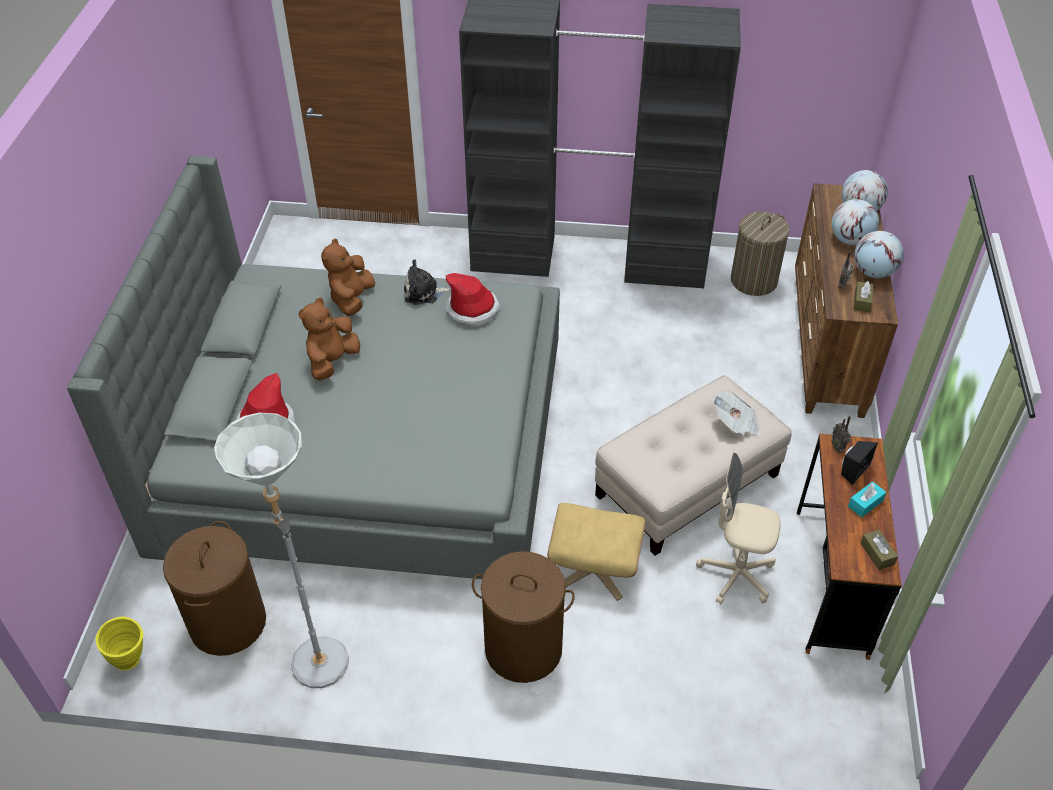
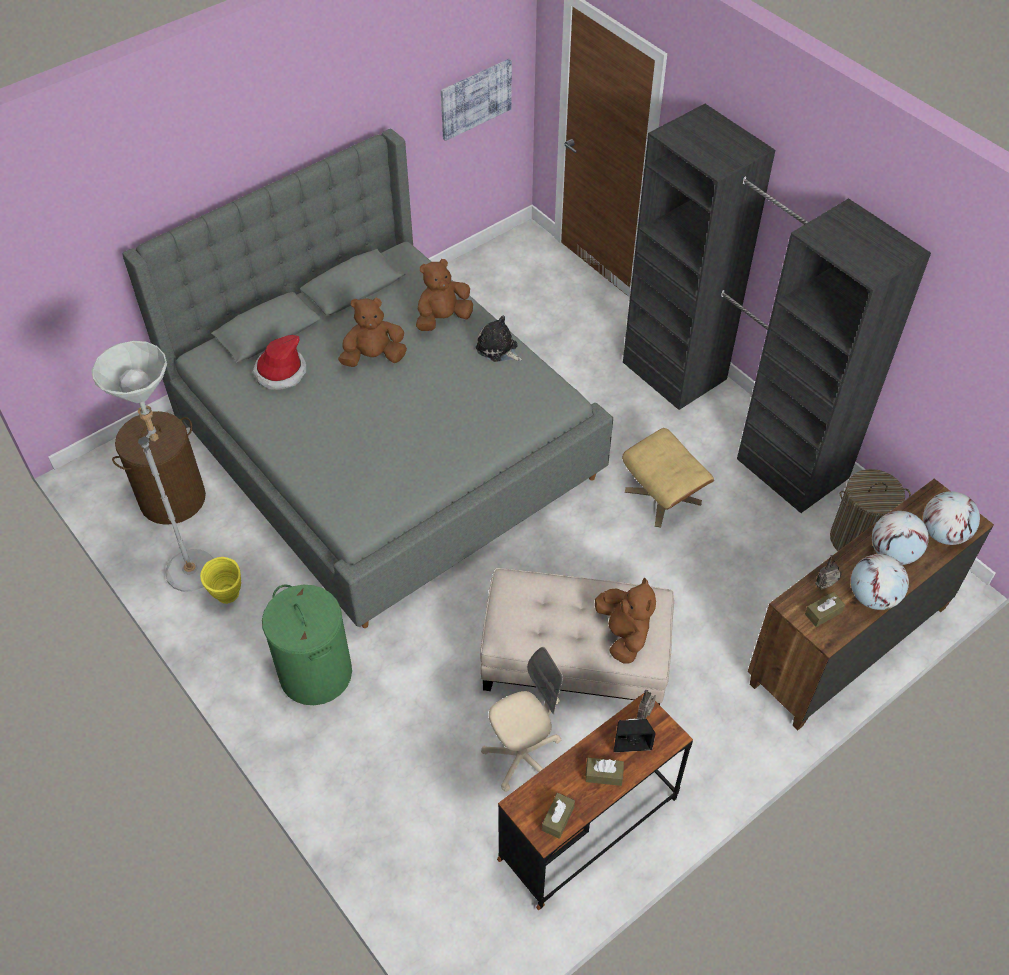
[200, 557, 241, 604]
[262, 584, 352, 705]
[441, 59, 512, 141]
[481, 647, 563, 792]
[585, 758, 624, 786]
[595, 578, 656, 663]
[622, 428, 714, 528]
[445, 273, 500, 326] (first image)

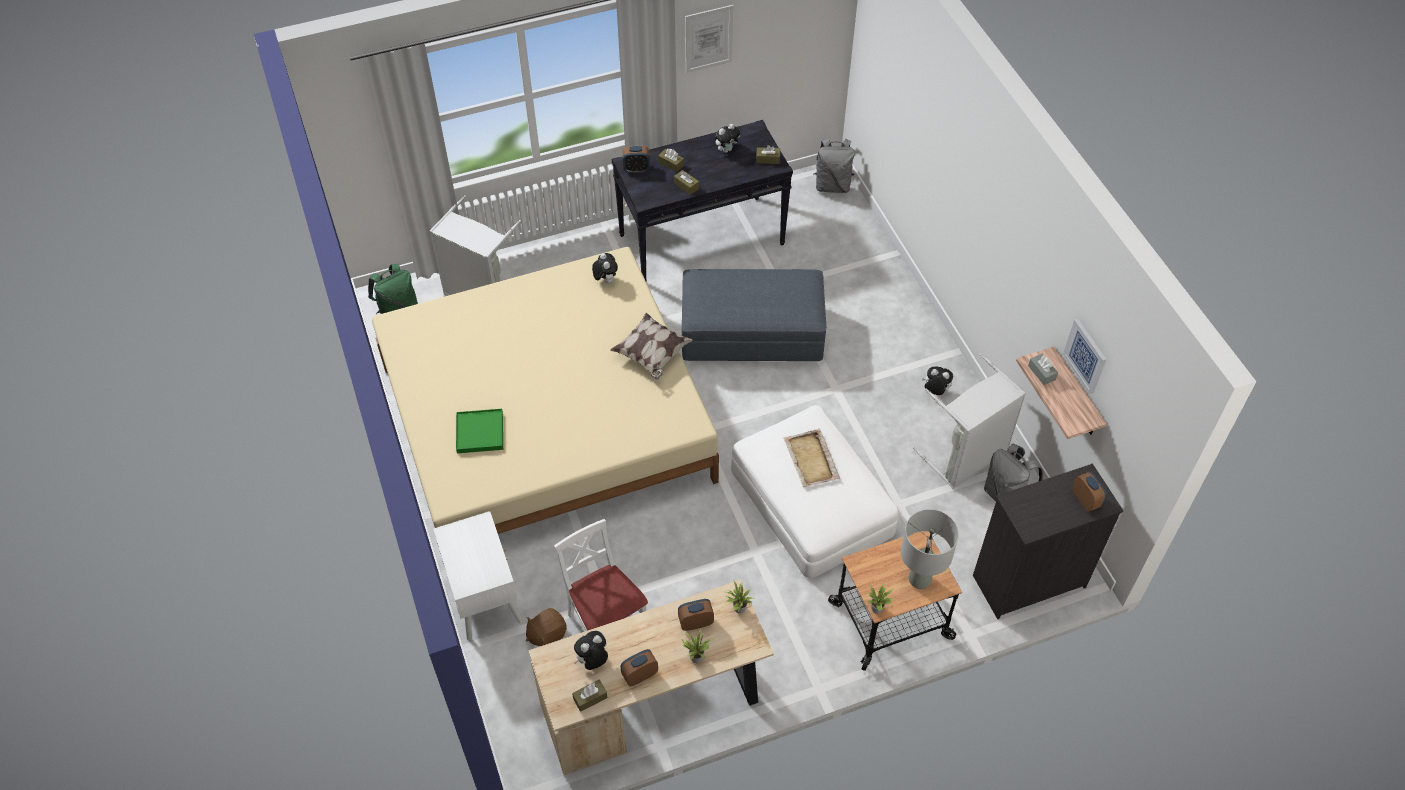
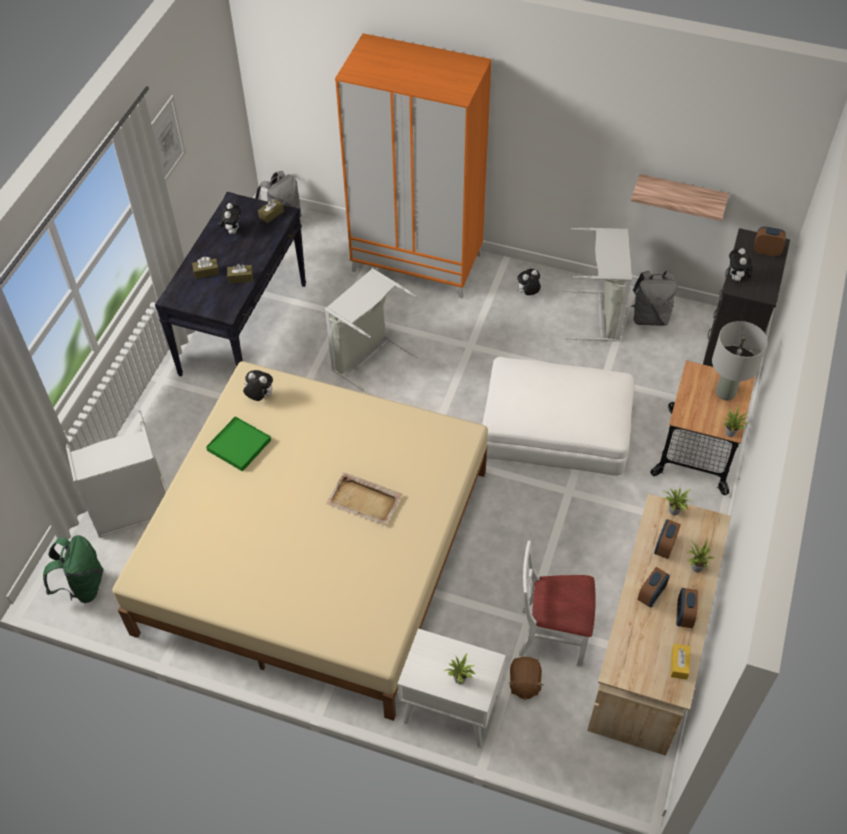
[206, 416, 271, 472]
[325, 268, 418, 396]
[326, 472, 402, 525]
[335, 33, 492, 298]
[444, 653, 477, 684]
[638, 567, 670, 608]
[671, 644, 690, 680]
[729, 248, 753, 282]
[610, 313, 693, 380] (first image)
[1028, 354, 1058, 385] (first image)
[1063, 319, 1106, 394] (first image)

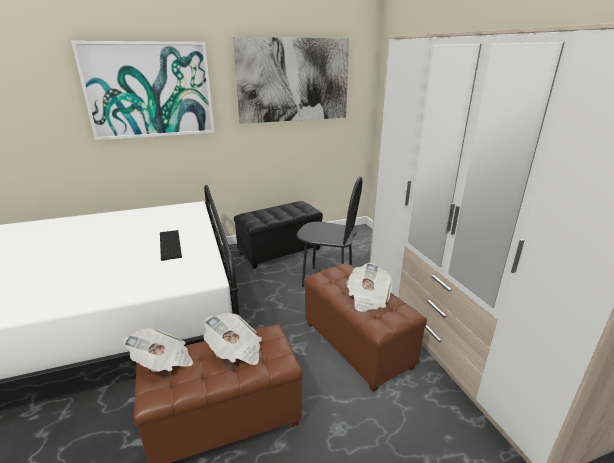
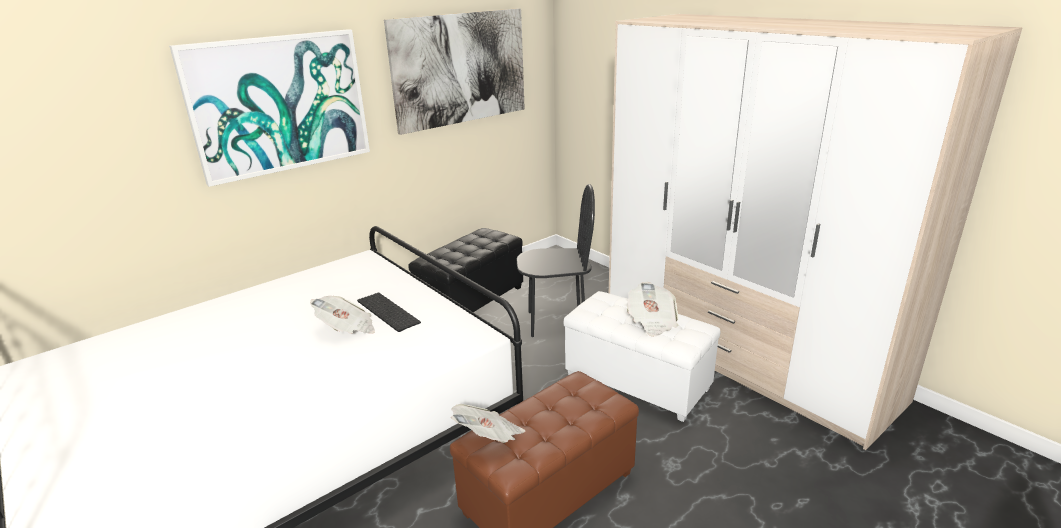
[310, 296, 375, 334]
[564, 291, 720, 422]

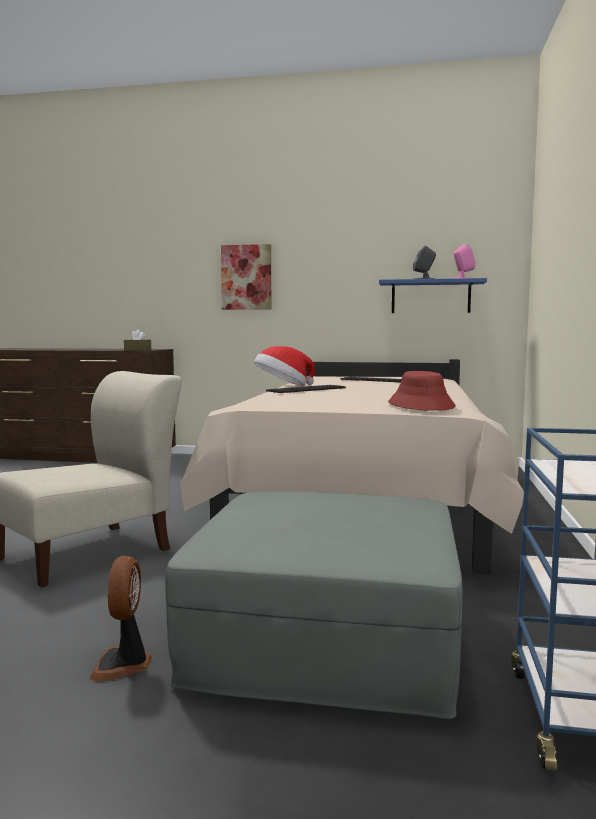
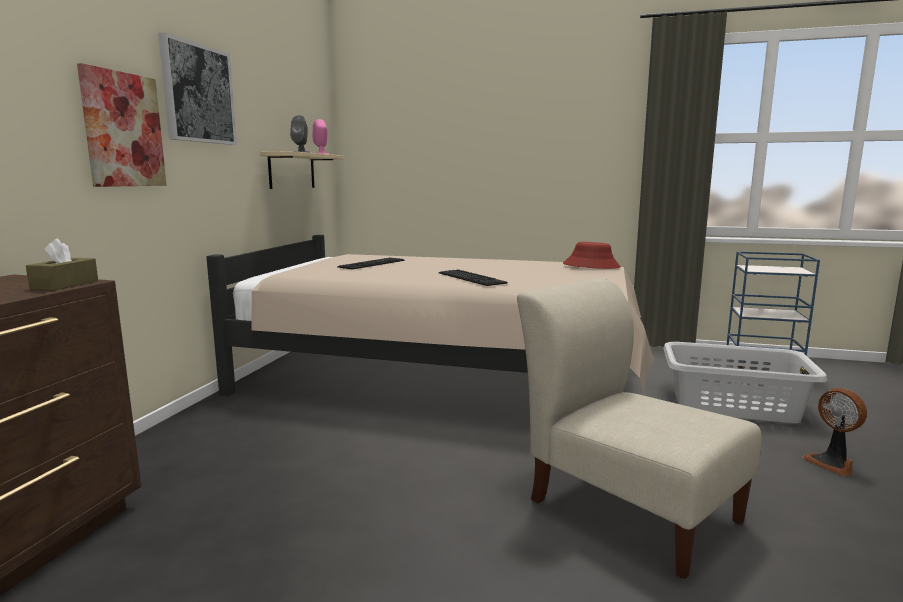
[158, 32, 237, 145]
[260, 151, 344, 189]
[663, 342, 827, 423]
[803, 388, 867, 476]
[254, 346, 315, 386] (first image)

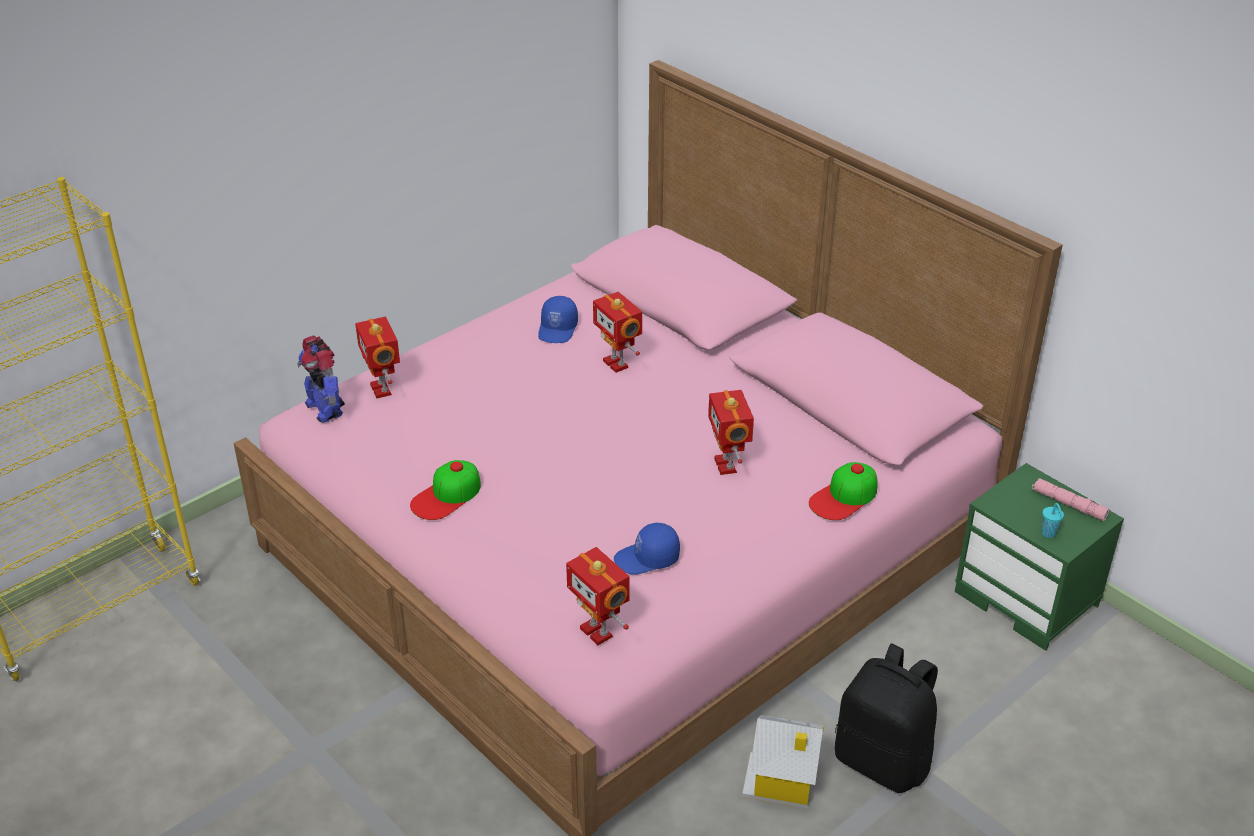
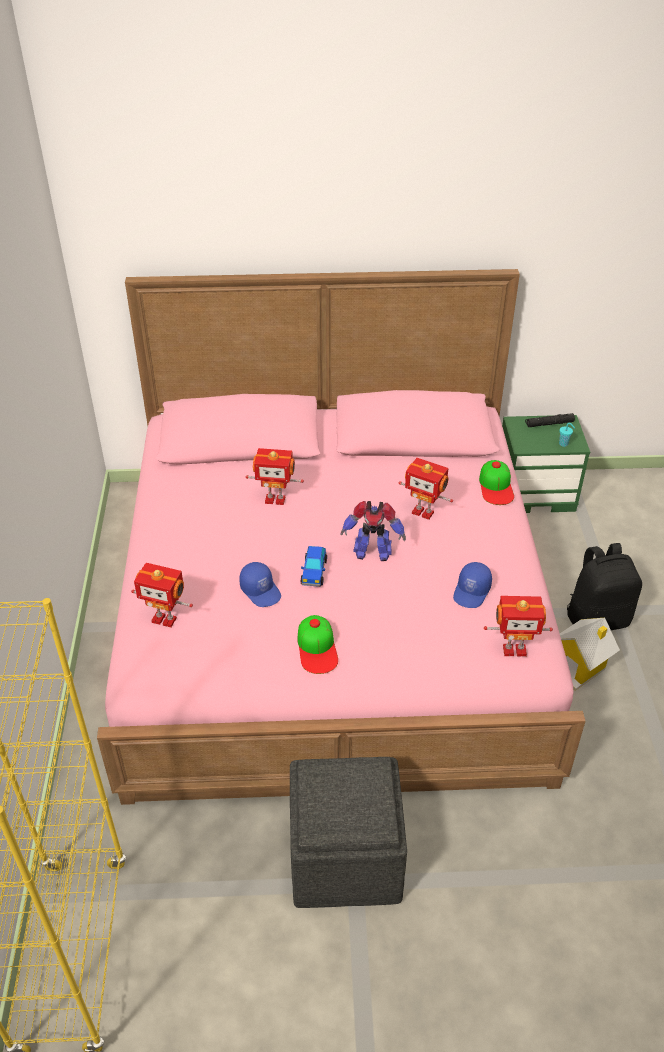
[239, 562, 281, 607]
[290, 757, 407, 908]
[301, 546, 327, 587]
[341, 501, 406, 561]
[525, 413, 575, 427]

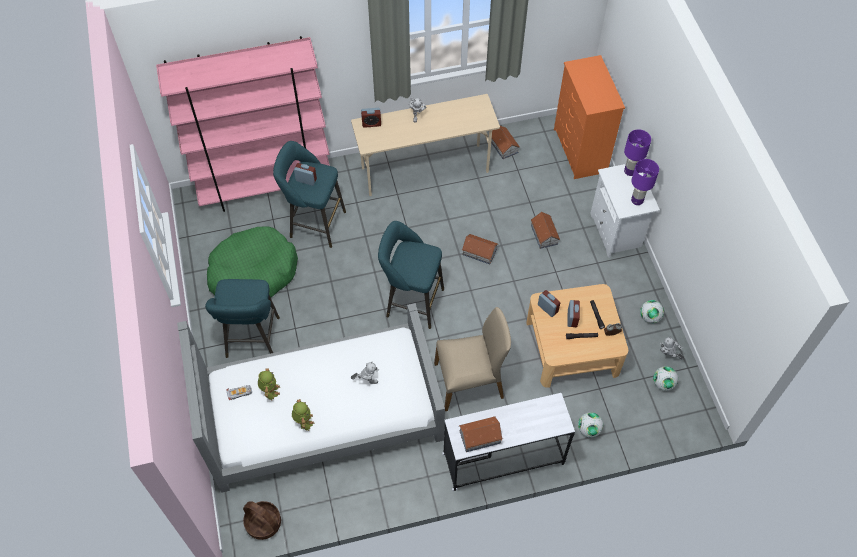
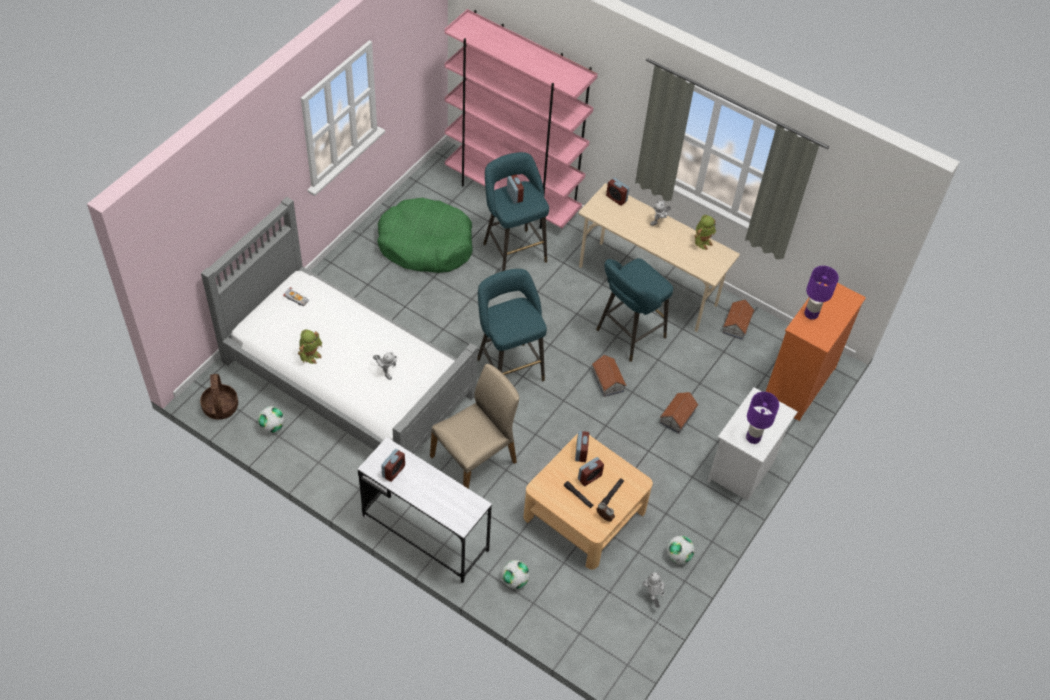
[258, 406, 285, 433]
[381, 449, 405, 482]
[430, 364, 519, 489]
[596, 258, 673, 362]
[695, 215, 716, 250]
[804, 266, 839, 320]

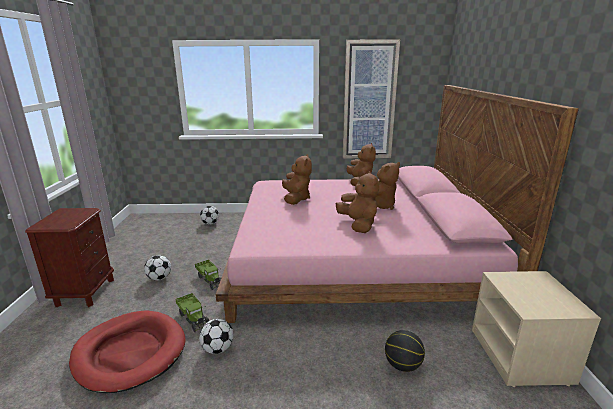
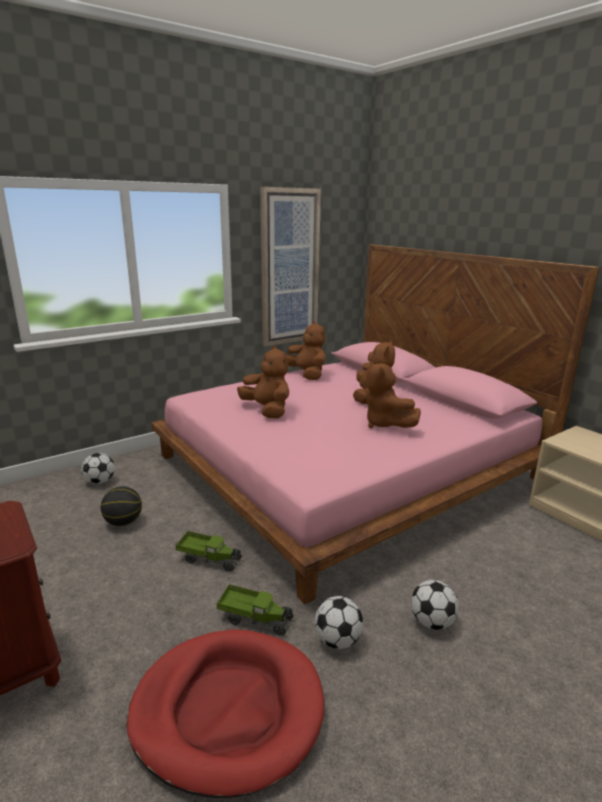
[101, 486, 142, 526]
[366, 361, 421, 428]
[411, 580, 459, 630]

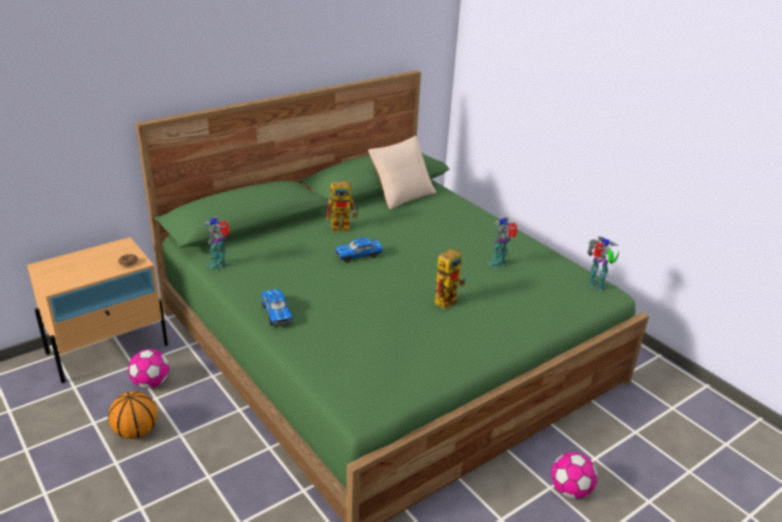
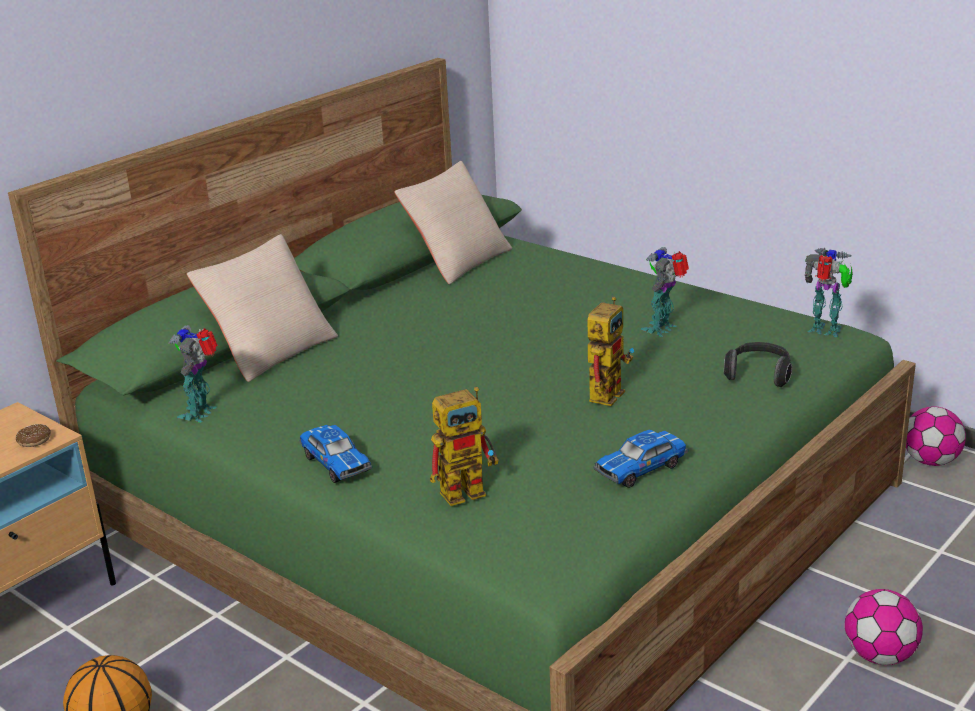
[187, 234, 338, 382]
[430, 387, 499, 506]
[593, 430, 688, 488]
[724, 342, 792, 387]
[906, 406, 966, 466]

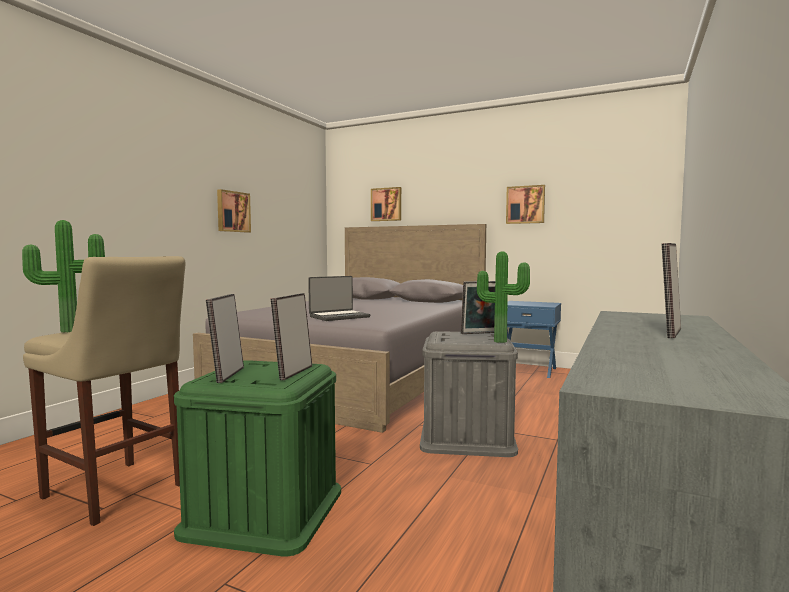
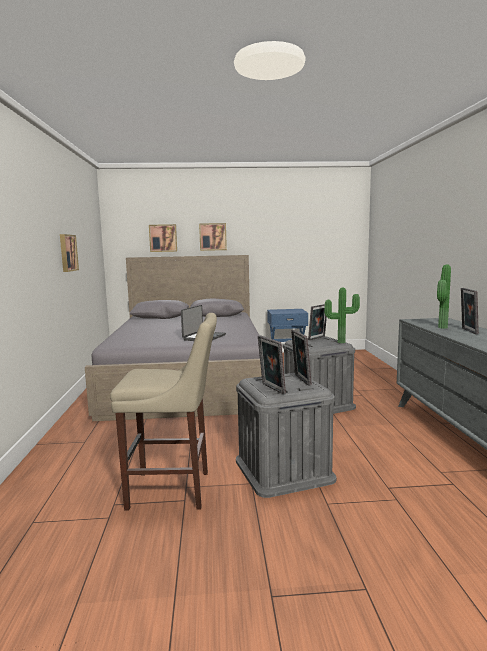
[199, 223, 227, 251]
[236, 373, 336, 498]
[437, 264, 451, 329]

